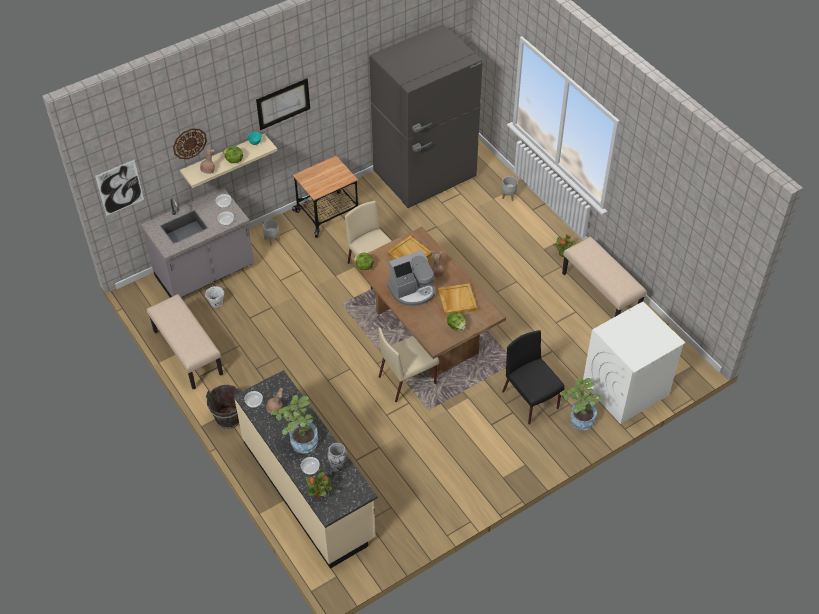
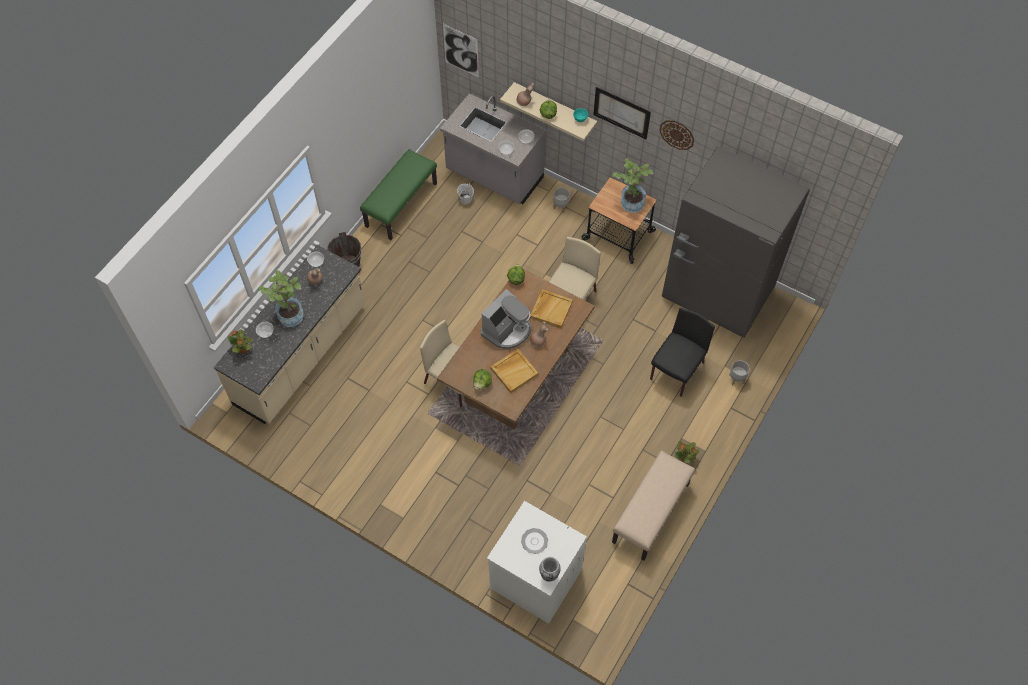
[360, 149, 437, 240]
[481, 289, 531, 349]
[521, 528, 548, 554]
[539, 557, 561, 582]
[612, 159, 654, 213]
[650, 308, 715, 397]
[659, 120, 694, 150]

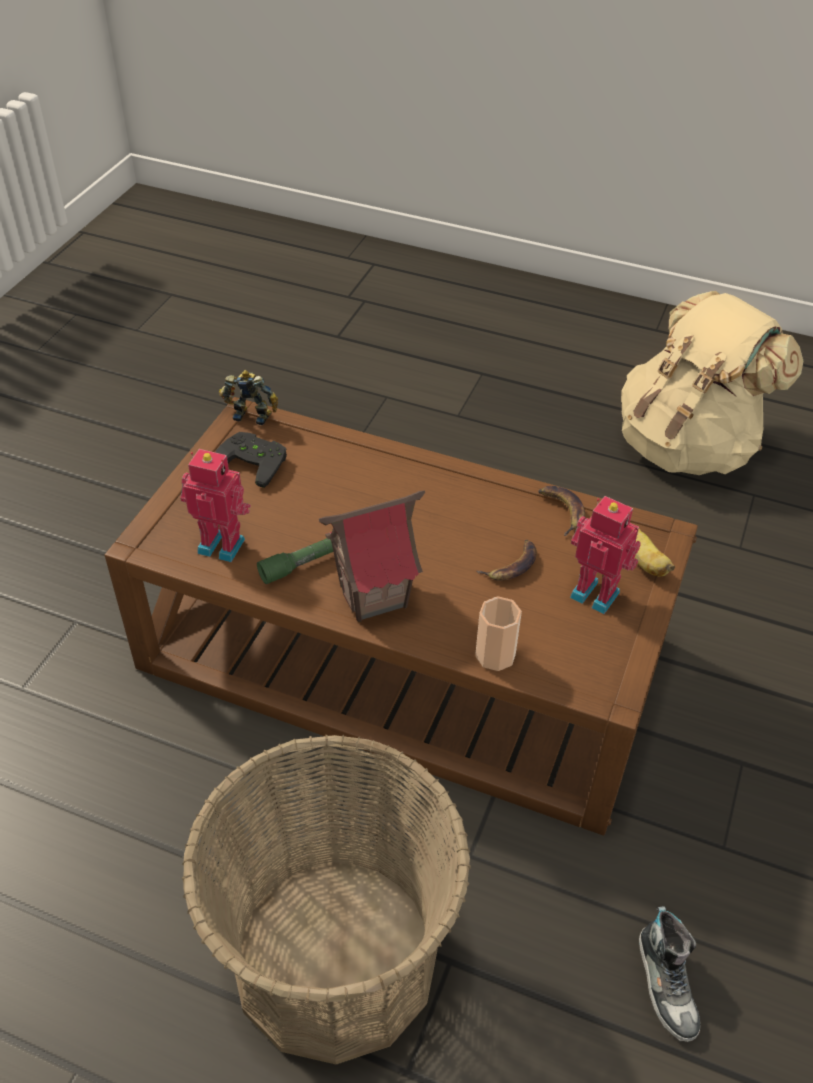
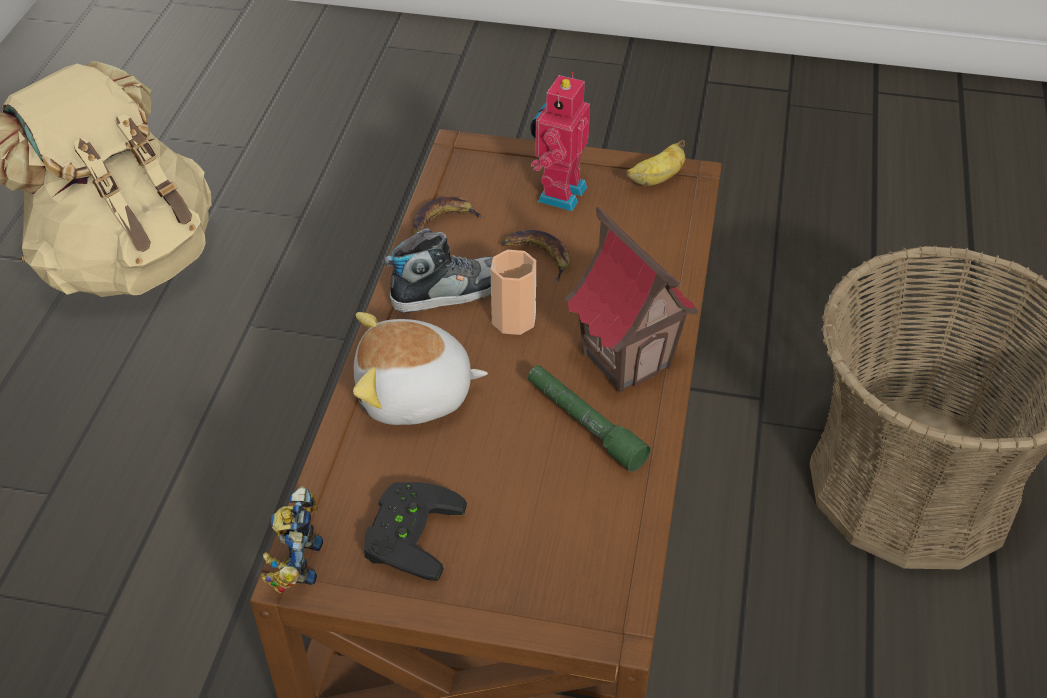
[353, 312, 488, 425]
[384, 228, 493, 313]
[490, 250, 536, 335]
[626, 140, 686, 186]
[180, 449, 251, 562] (first image)

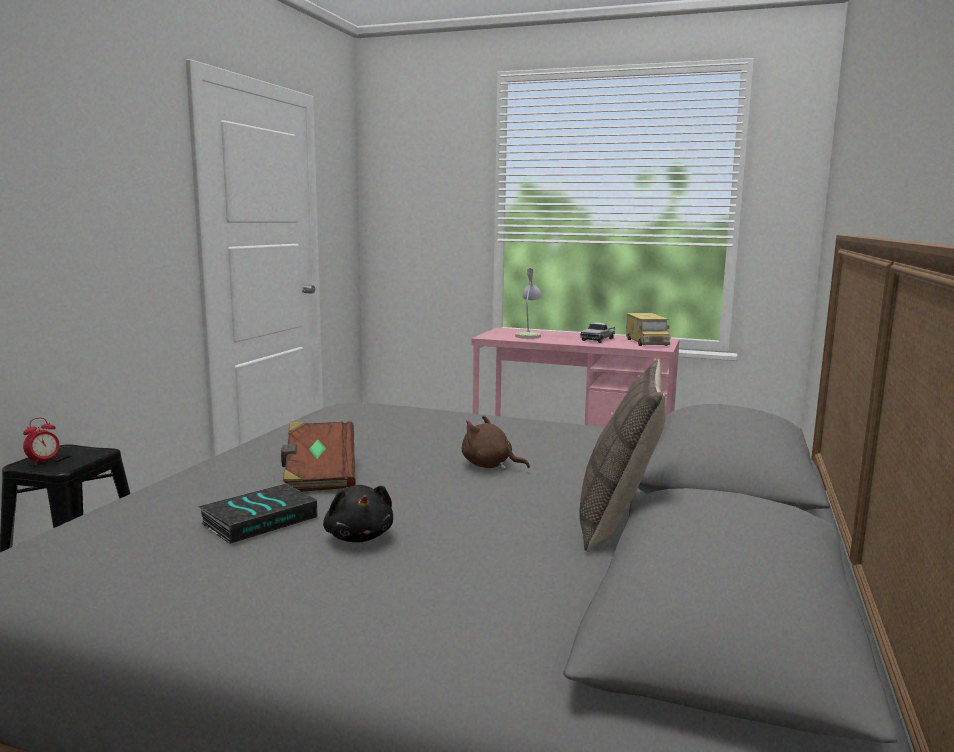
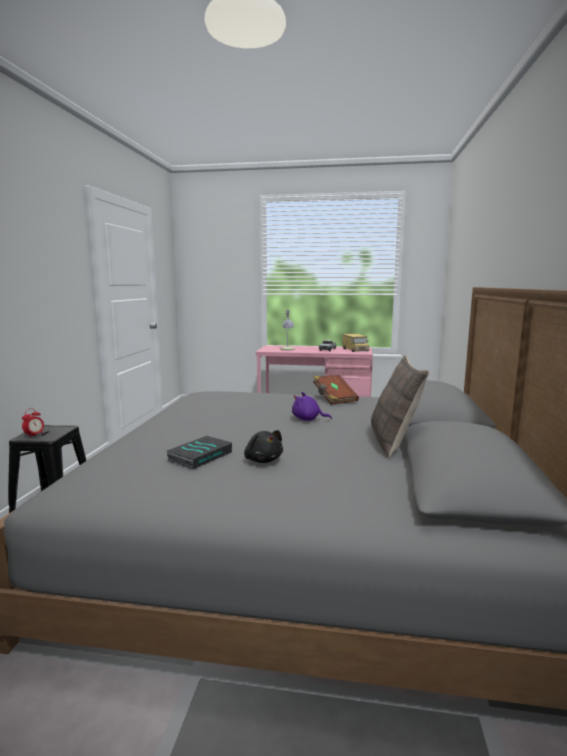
[292, 392, 332, 421]
[313, 375, 359, 405]

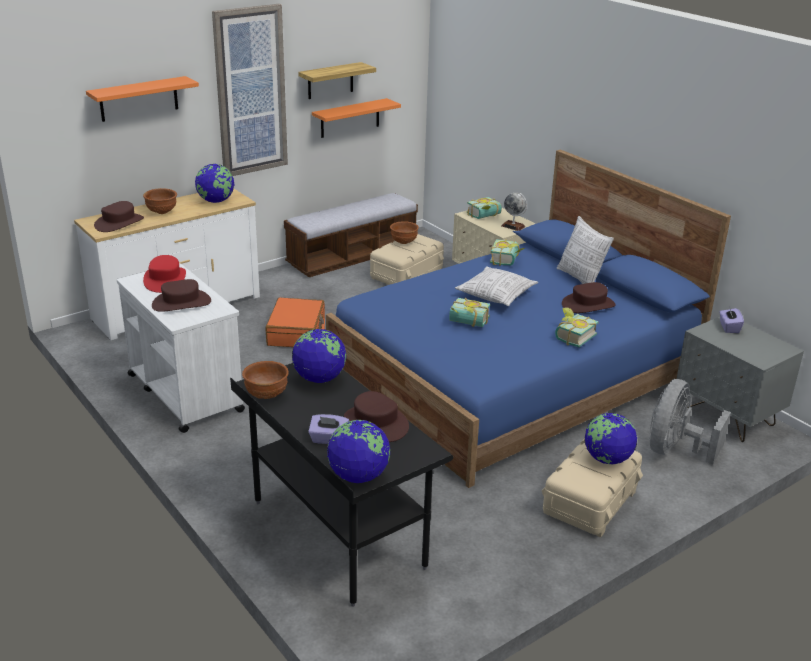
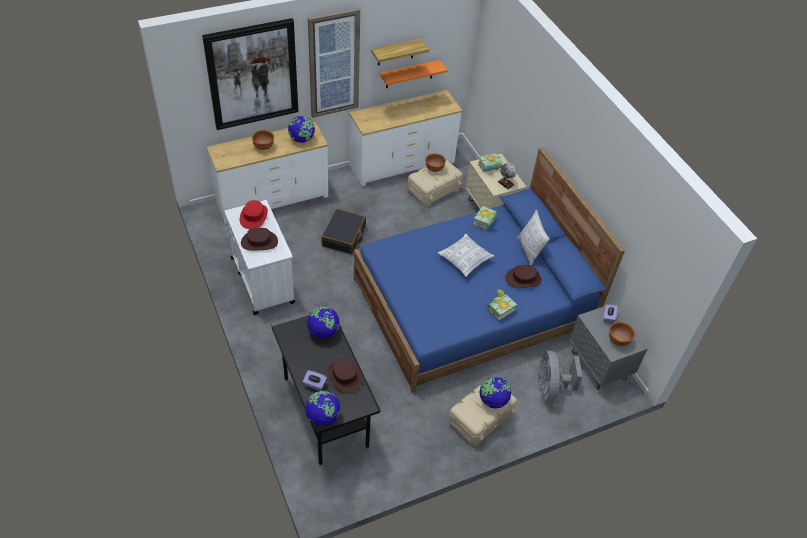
[202, 18, 298, 130]
[321, 209, 366, 254]
[349, 90, 462, 186]
[538, 351, 582, 401]
[609, 322, 635, 346]
[94, 201, 144, 232] (first image)
[449, 298, 490, 327] (first image)

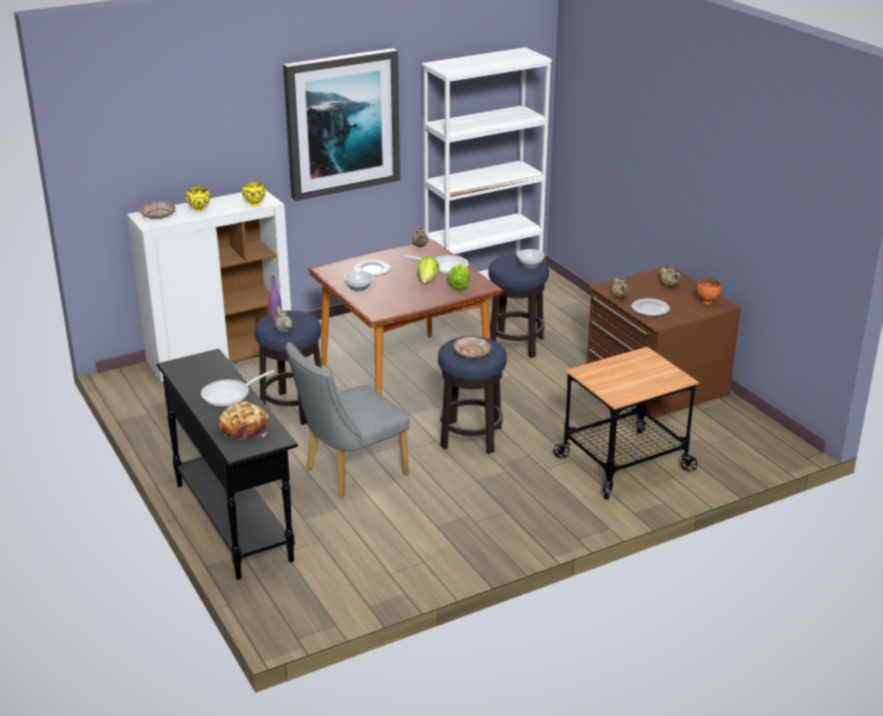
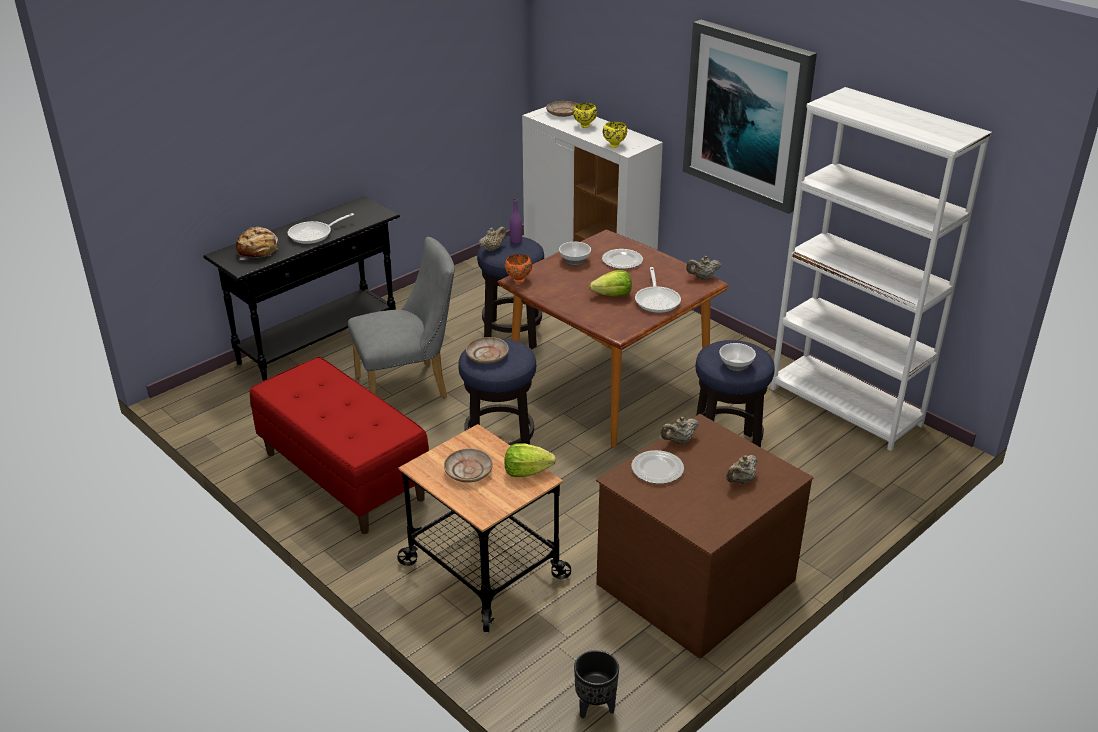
[250, 357, 429, 534]
[288, 213, 354, 244]
[348, 237, 455, 398]
[444, 448, 493, 483]
[505, 255, 532, 283]
[505, 443, 556, 477]
[574, 650, 619, 719]

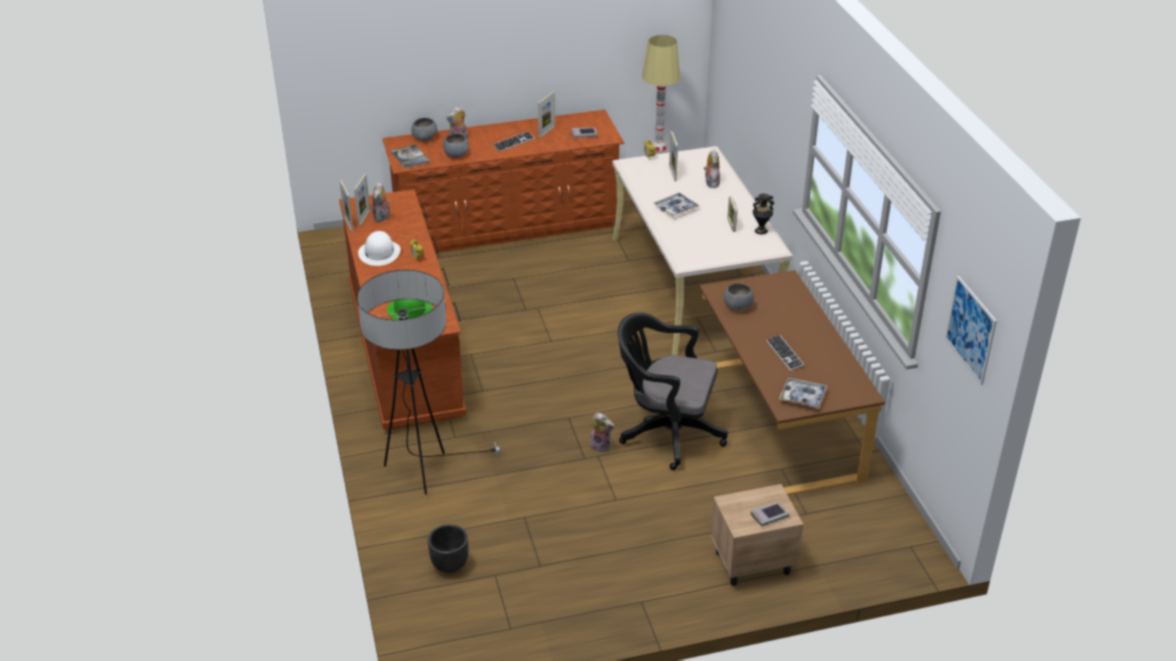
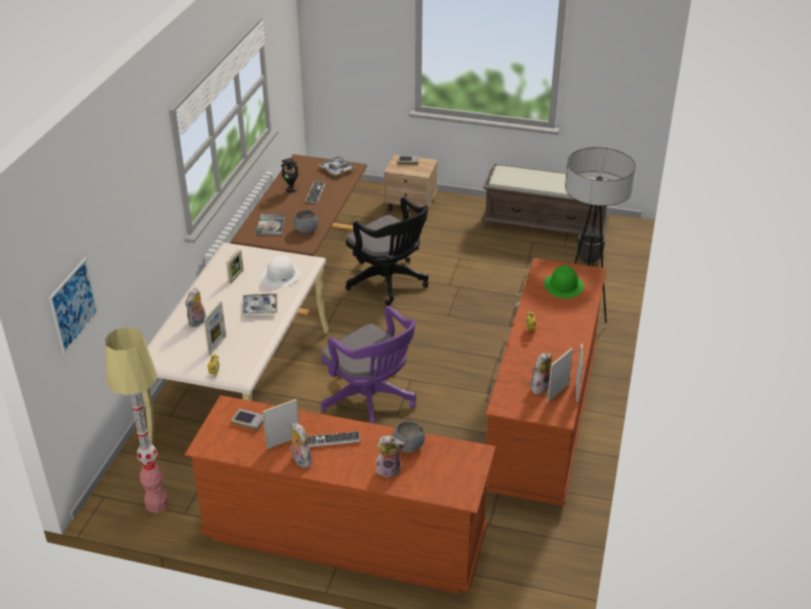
[49, 258, 98, 355]
[256, 214, 285, 235]
[261, 256, 301, 287]
[281, 158, 299, 193]
[290, 423, 312, 467]
[320, 306, 416, 424]
[482, 164, 611, 236]
[411, 118, 437, 141] (first image)

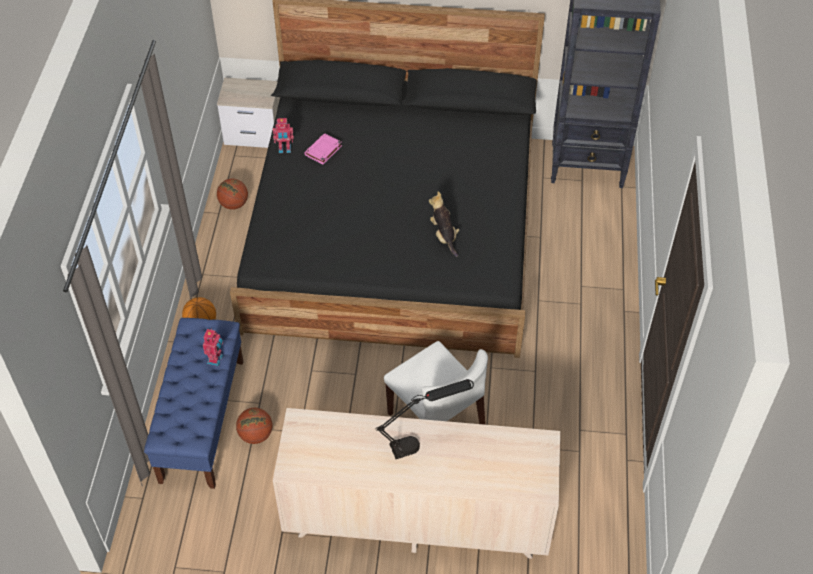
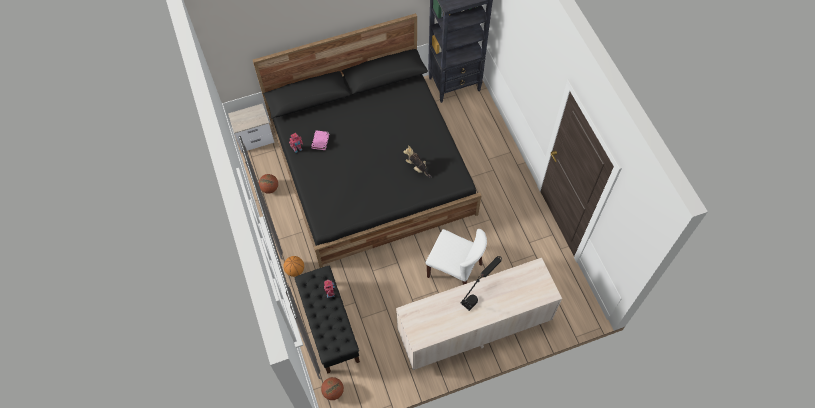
[295, 266, 360, 374]
[321, 377, 344, 400]

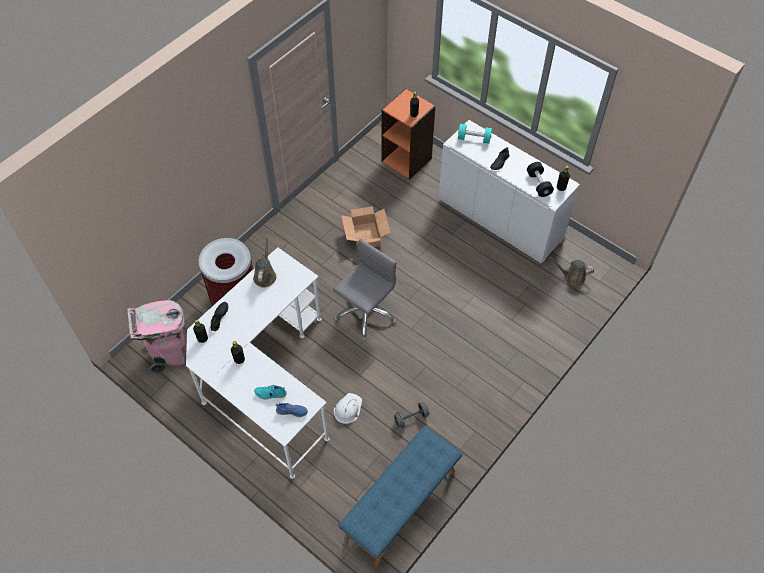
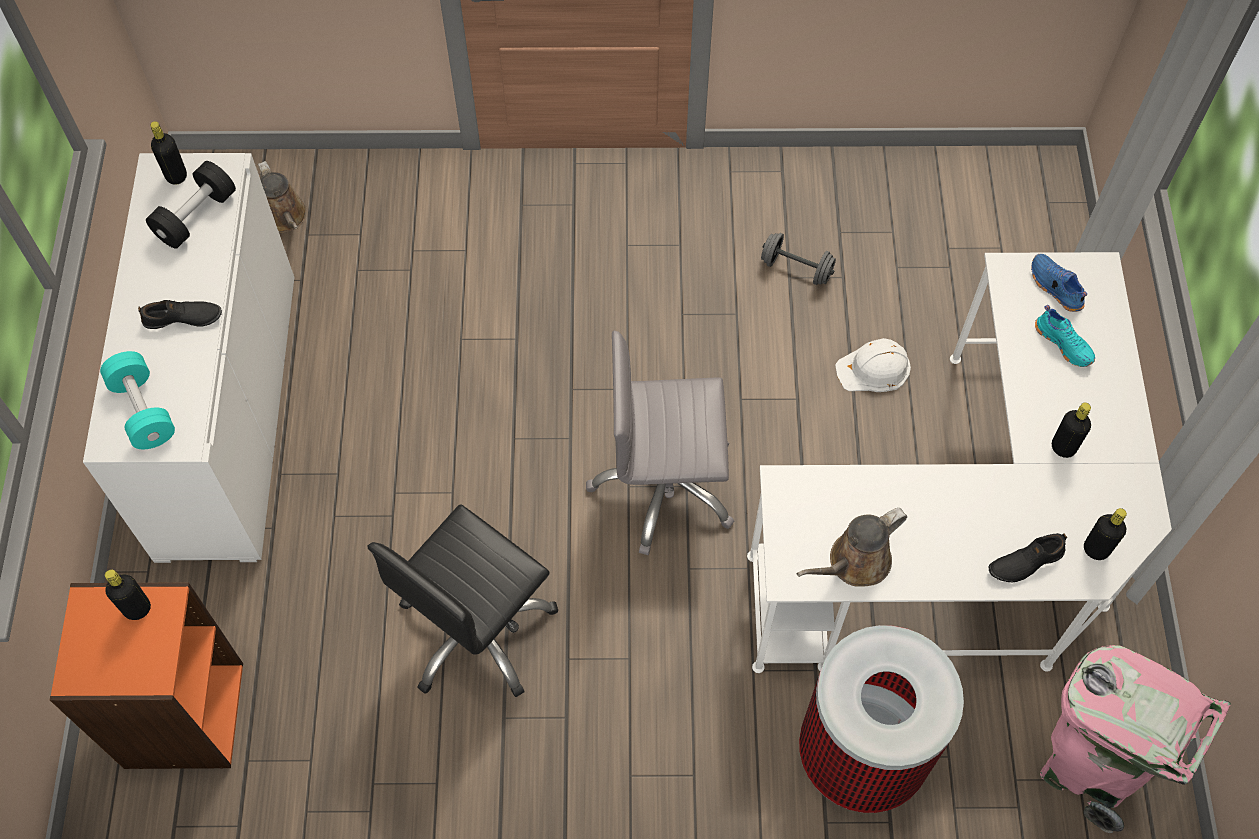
[368, 504, 558, 697]
[339, 426, 462, 567] (first image)

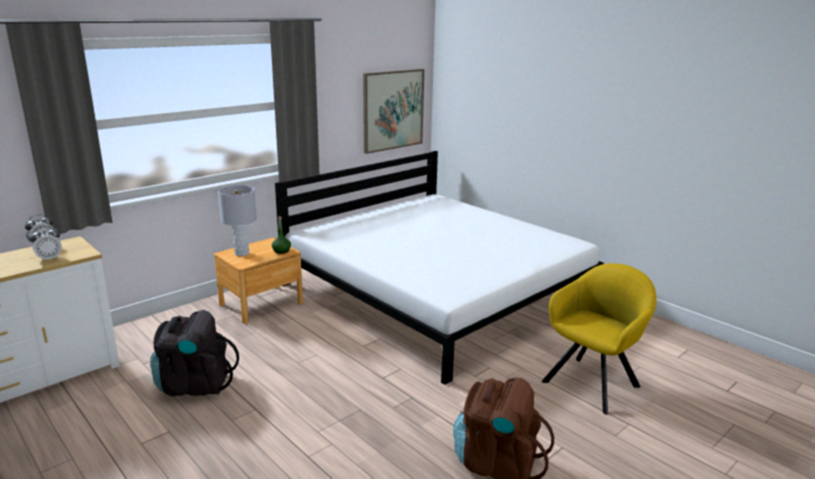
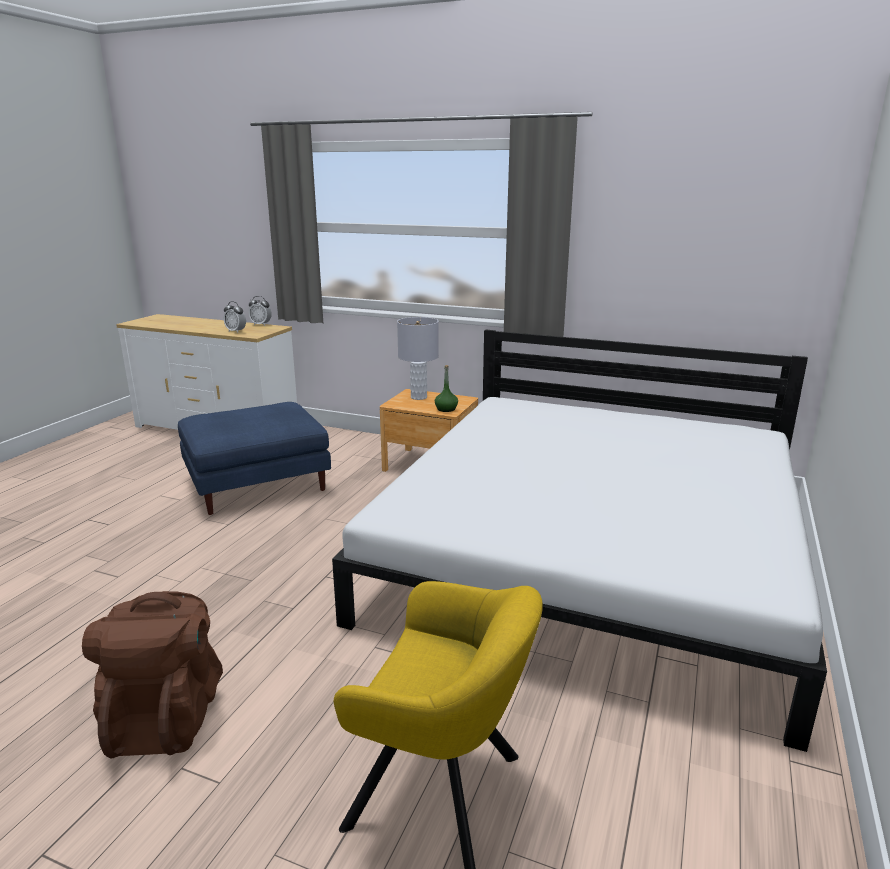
[178, 402, 331, 515]
[363, 69, 424, 154] (first image)

